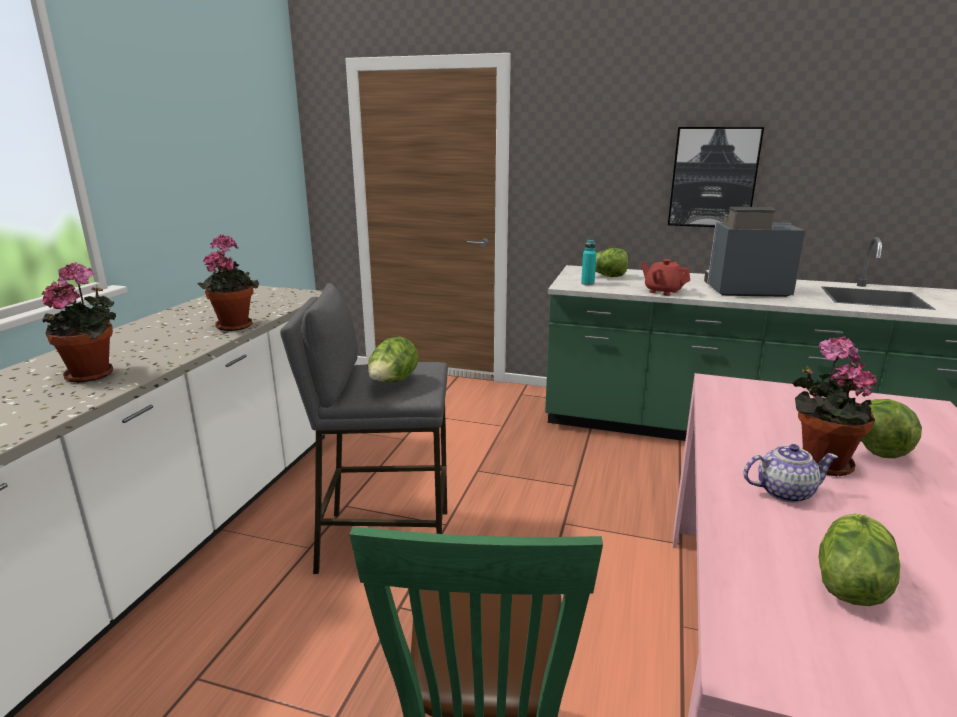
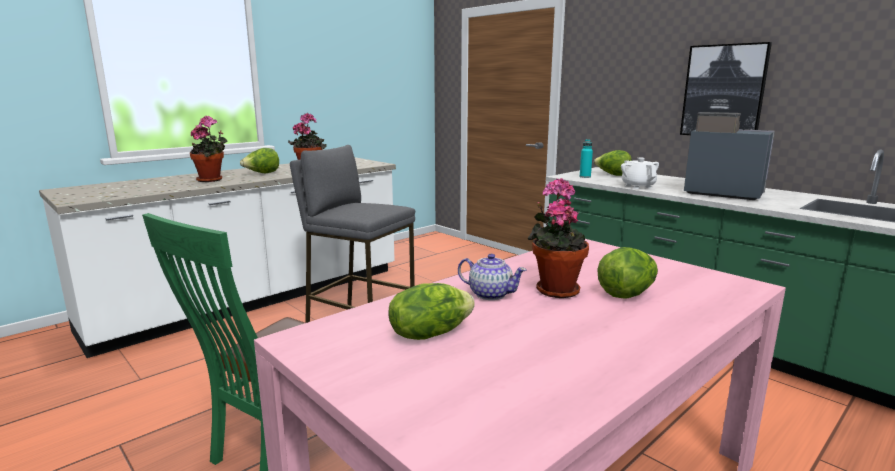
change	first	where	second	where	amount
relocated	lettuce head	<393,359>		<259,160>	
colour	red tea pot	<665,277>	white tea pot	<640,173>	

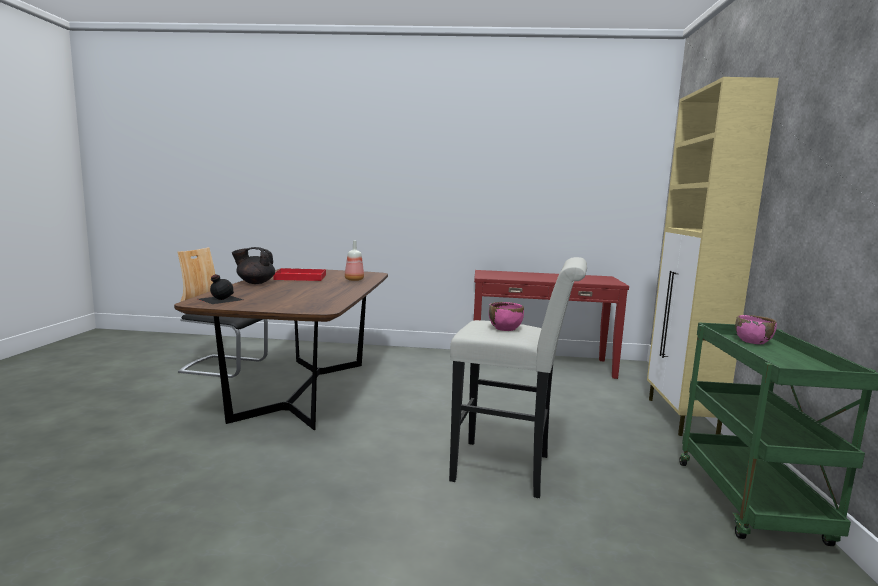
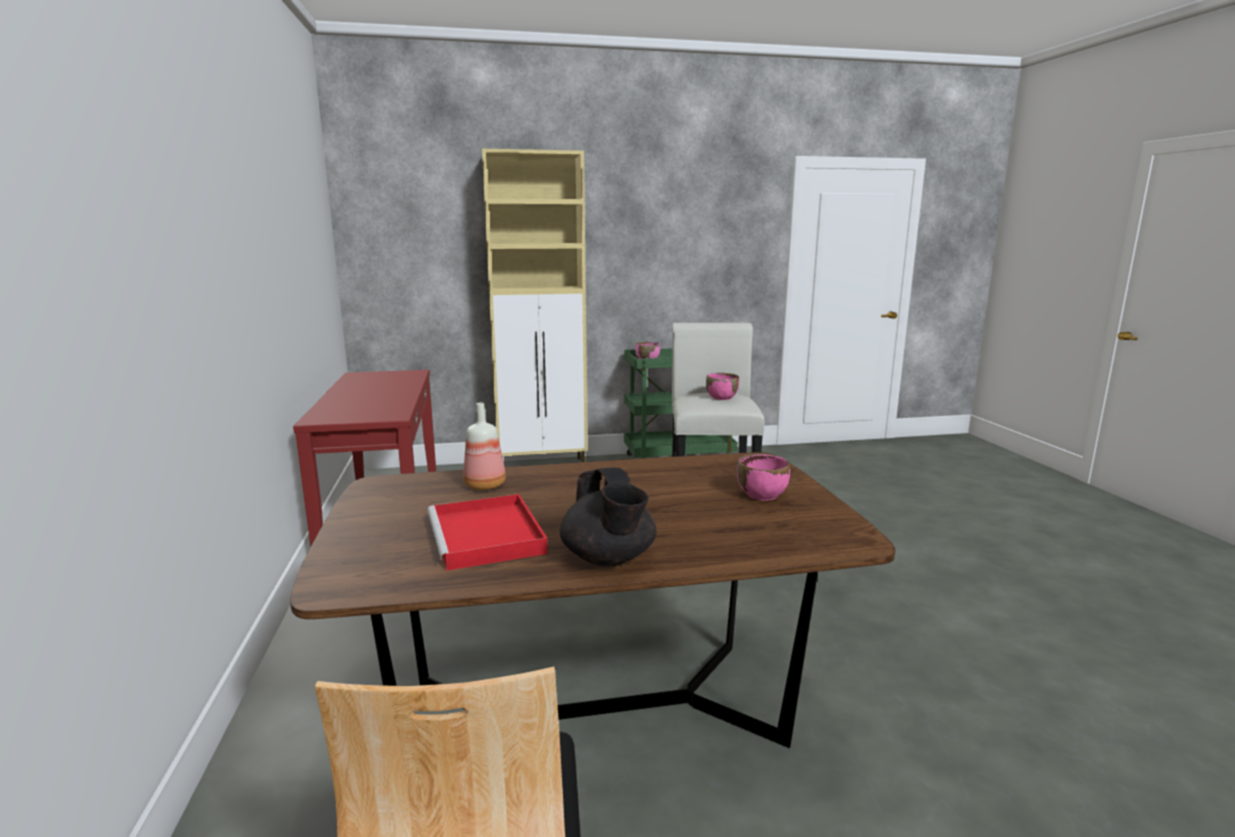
change	first	where	second	where	amount
appeared			pink-coloured bowl	<763,477>	
missing	blackish beverage bottle	<220,289>			

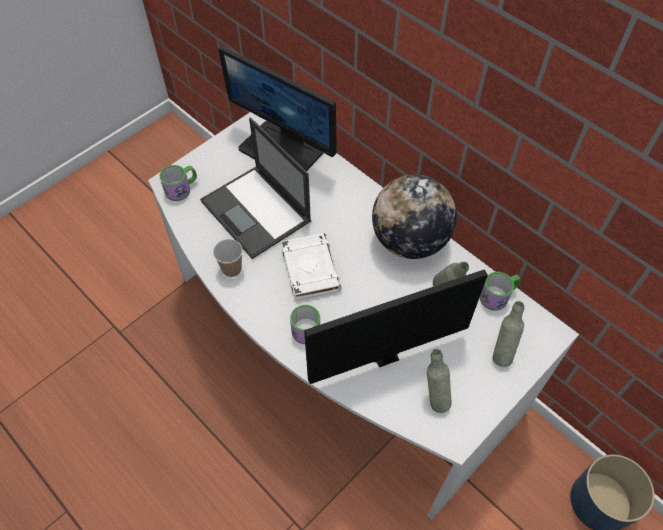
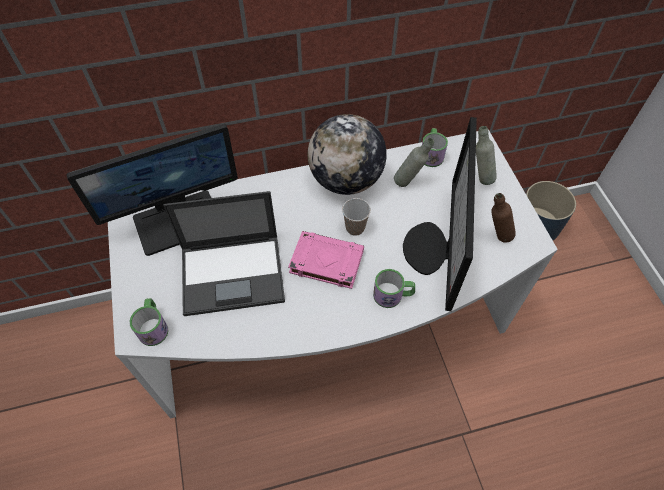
change	first	where	second	where	amount
colour	white book	<311,267>	pink-coloured book	<326,260>	
relocated	small cup	<228,258>		<356,217>	
colour	gray beverage bottle	<439,381>	brownish beverage bottle	<503,218>	

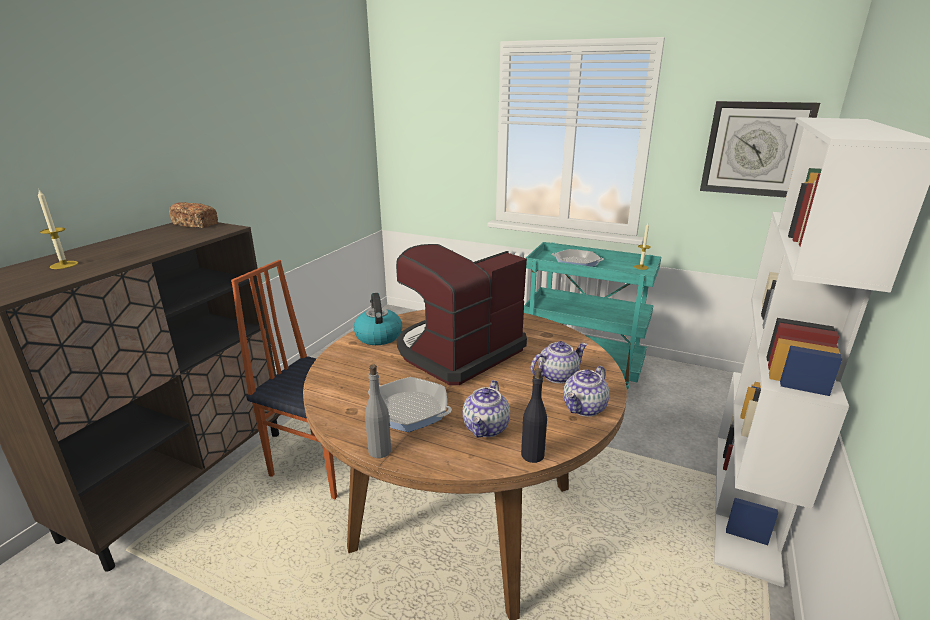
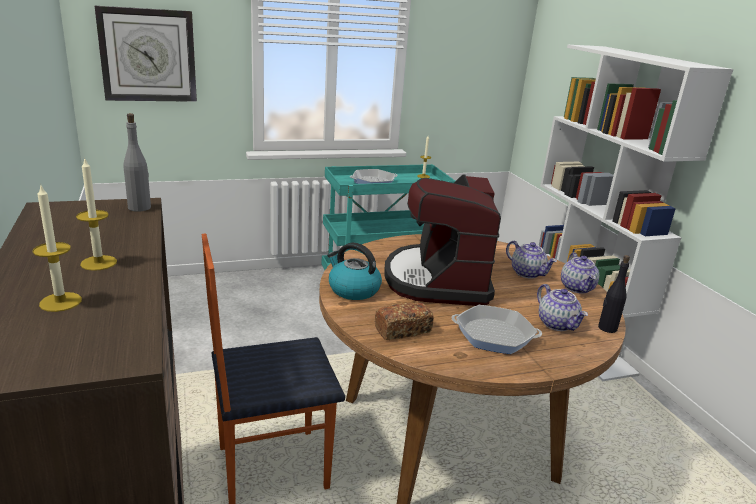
change	first	where	second	where	amount
appeared			candle	<96,215>	
relocated	clock on the wall	<760,149>		<146,54>	
relocated	gray beverage bottle	<378,411>		<137,162>	
relocated	baked bread	<193,215>		<404,321>	
spun	skillet	<410,404>		<497,329>	150 degrees counterclockwise
spun	tea pot	<559,362>		<531,260>	120 degrees clockwise

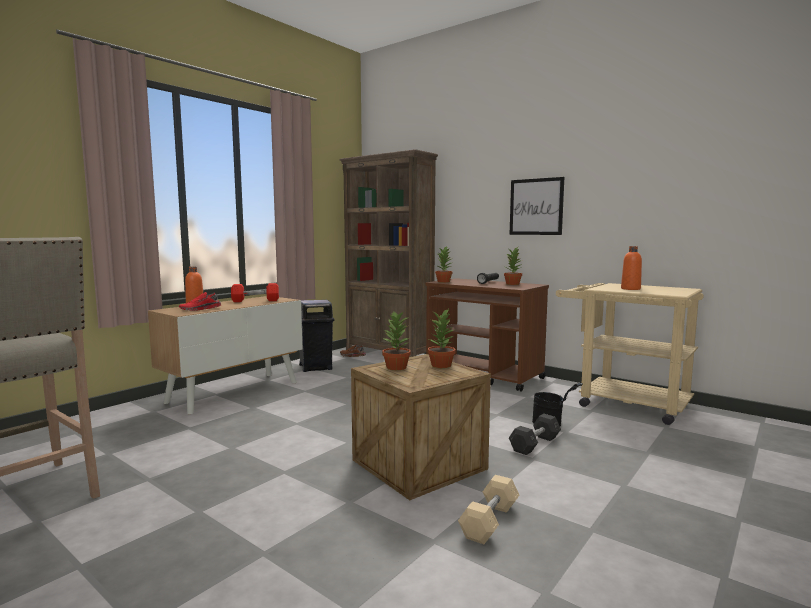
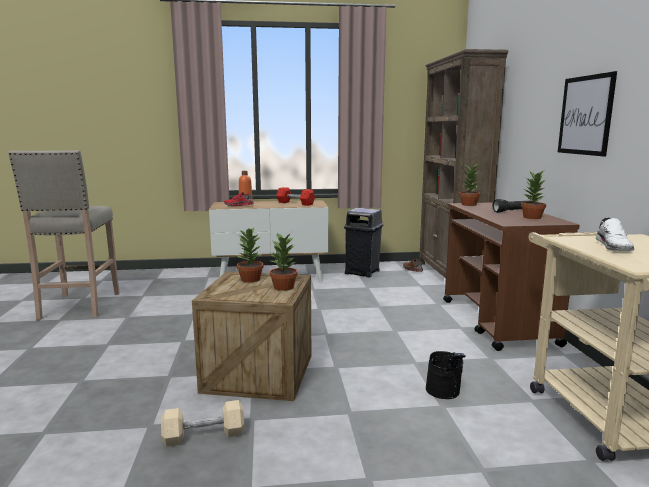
change	first	where	second	where	amount
exchanged	orangey beverage bottle	<631,268>	white low shoe	<615,234>	
missing	gray hand weight	<535,434>			

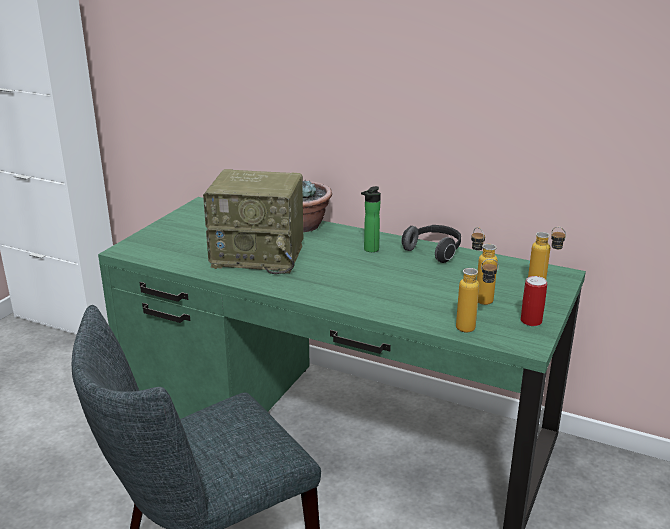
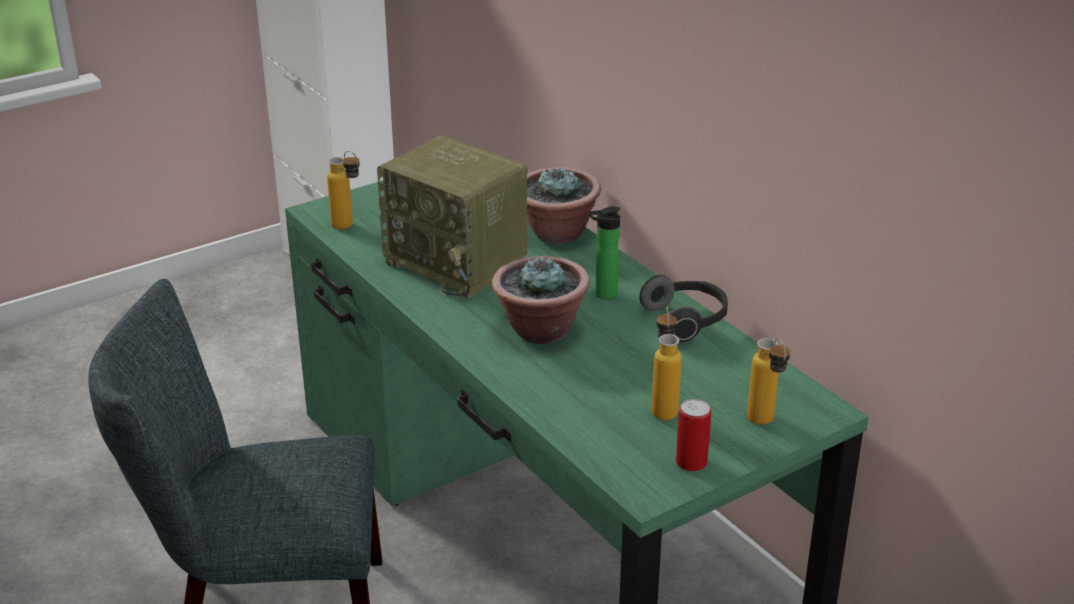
change	first	where	second	where	amount
relocated	beverage bottle	<477,295>		<343,190>	
appeared			plant in a pot	<541,300>	

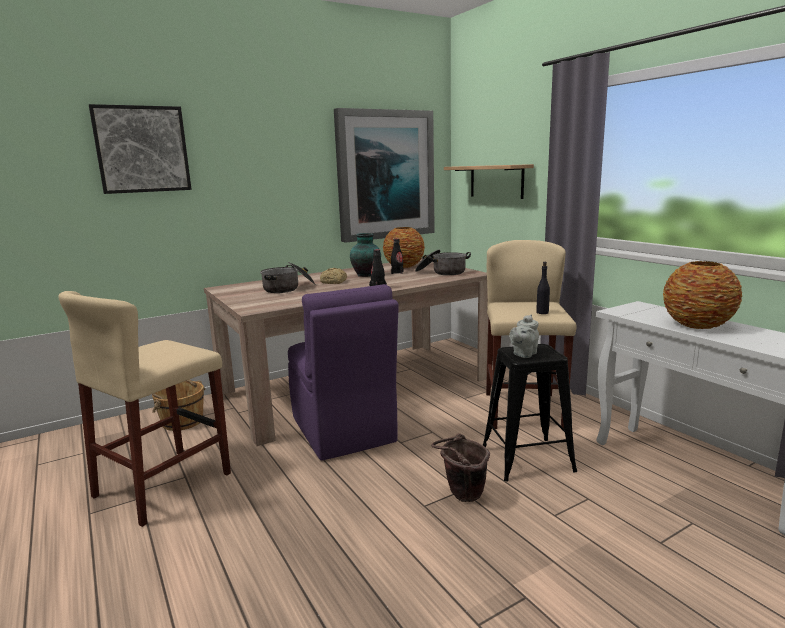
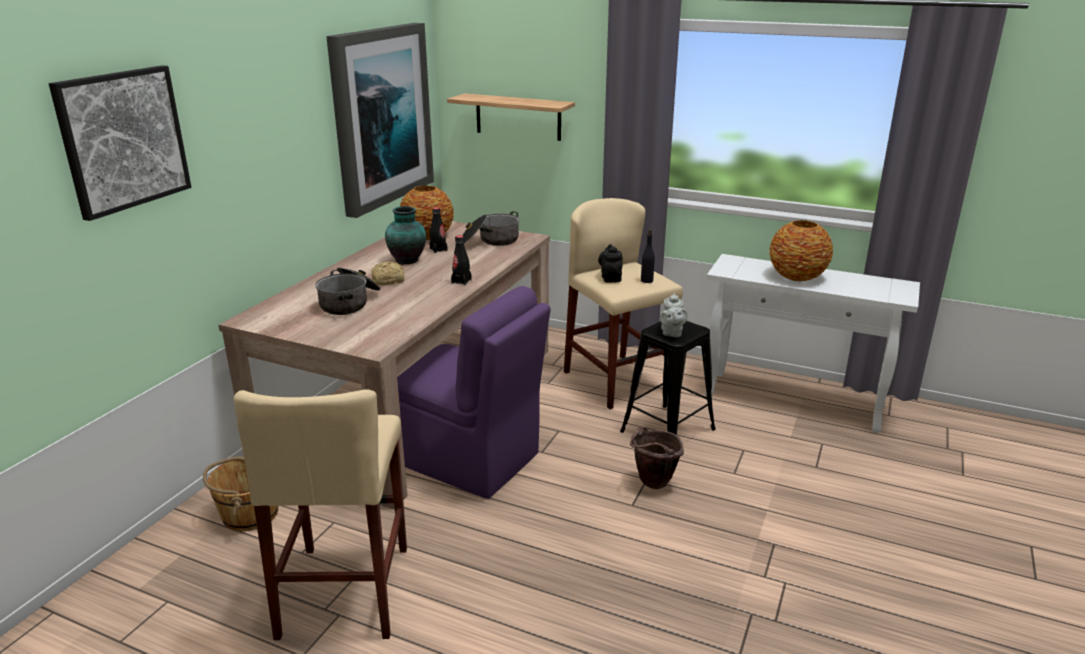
change	first	where	second	where	amount
appeared			blackish tea pot	<610,263>	

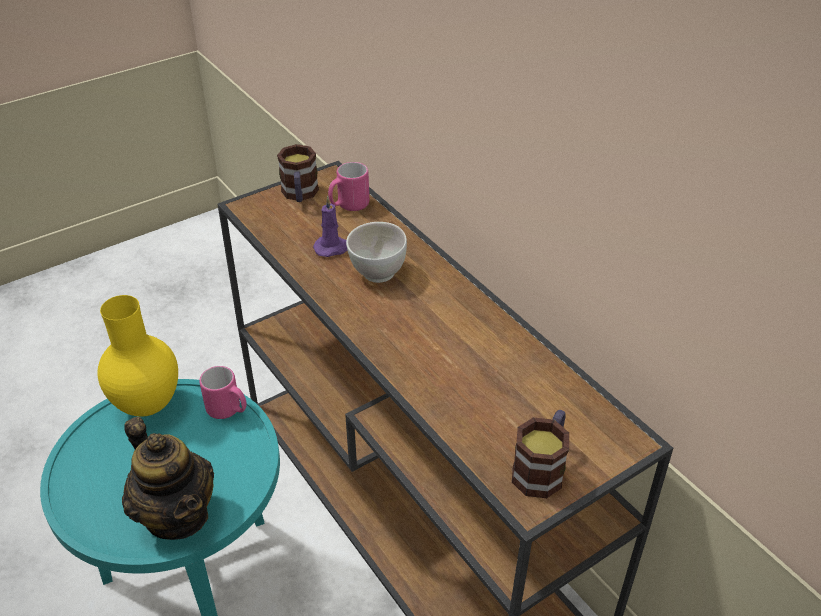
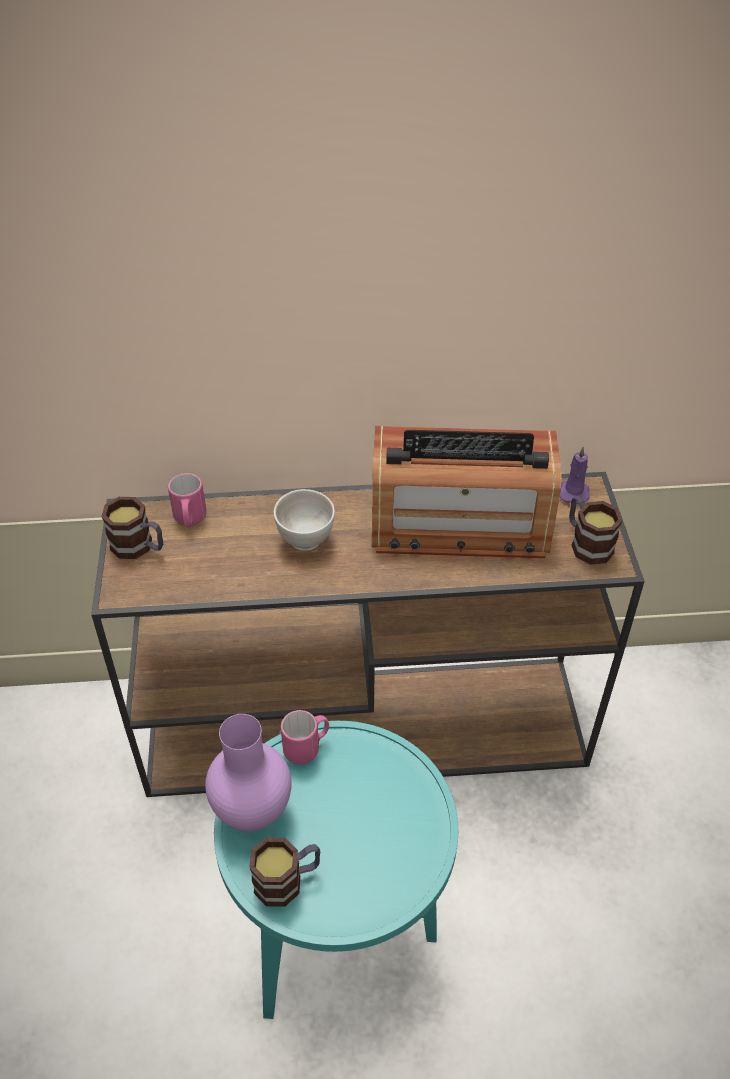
change	first	where	second	where	amount
colour	yellow decorative vase	<137,356>	purplish decorative vase	<248,772>	
appeared			mug	<284,872>	
appeared			radio	<466,492>	
relocated	purplish candle	<330,226>		<575,475>	
missing	tea pot	<168,478>			

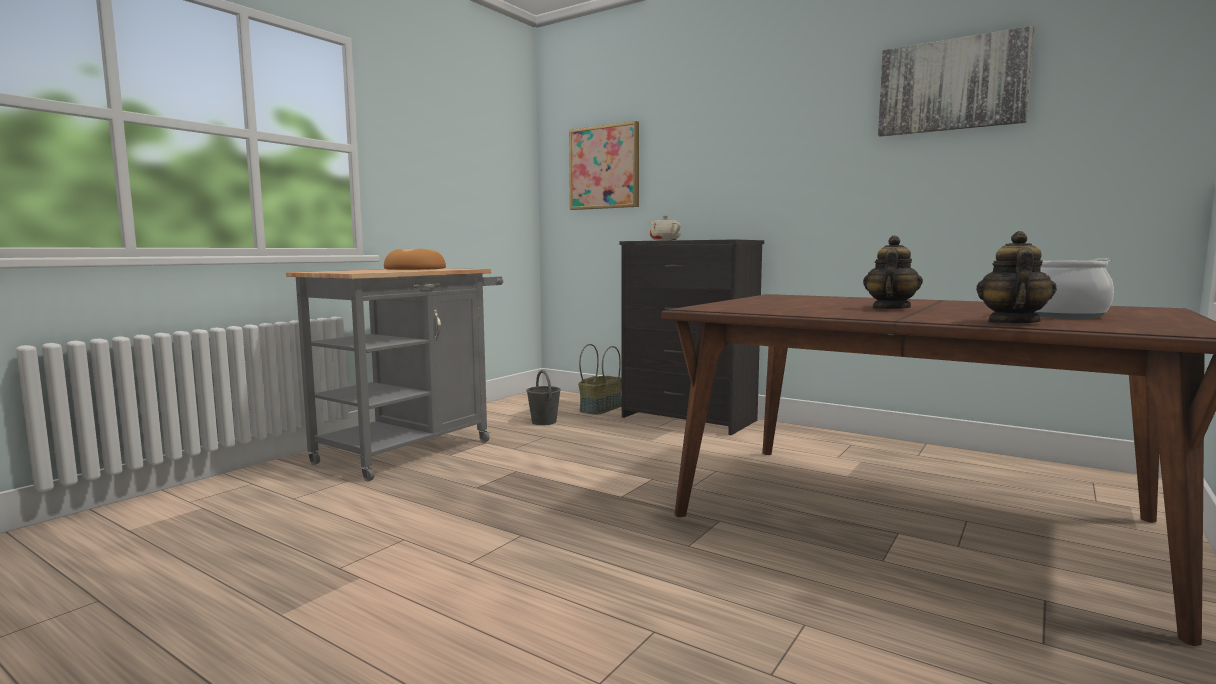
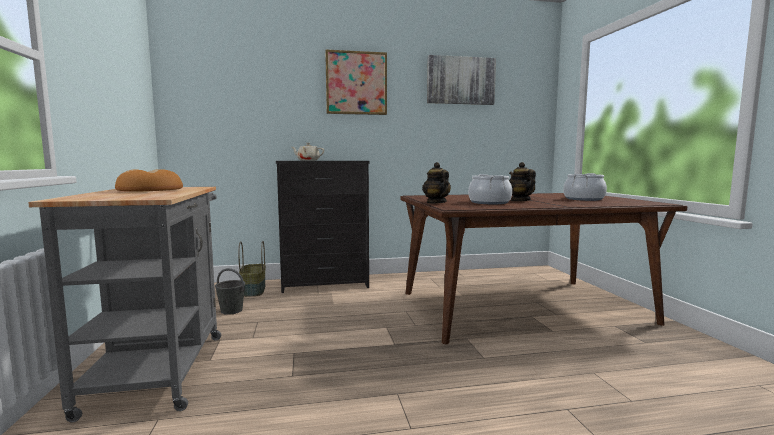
change	first	where	second	where	amount
relocated	picture	<604,165>		<356,82>	
relocated	tea pot	<1016,277>		<436,183>	
appeared			cooking pot	<490,189>	

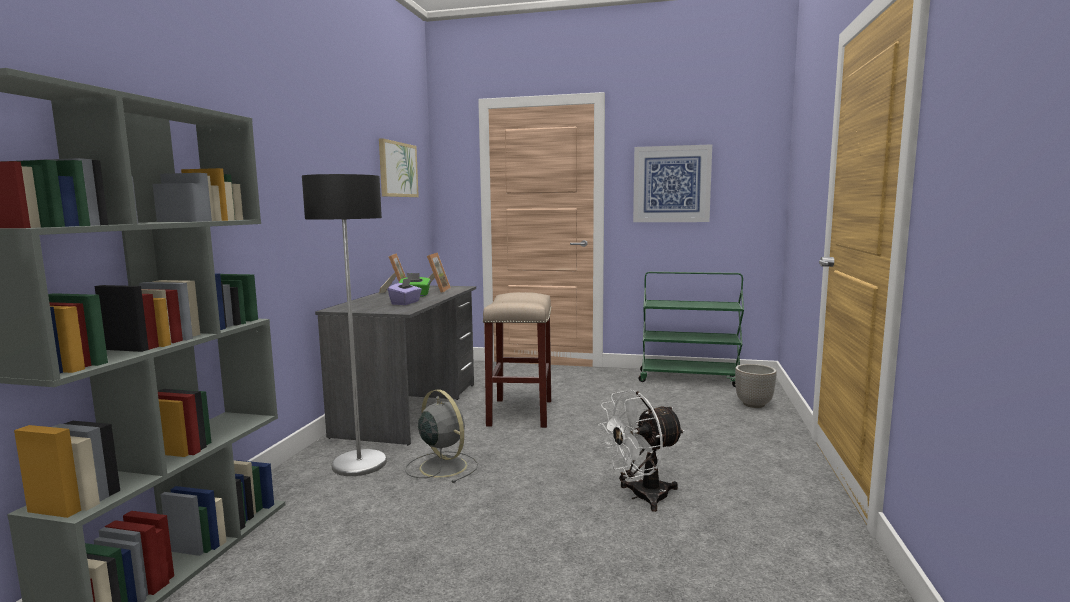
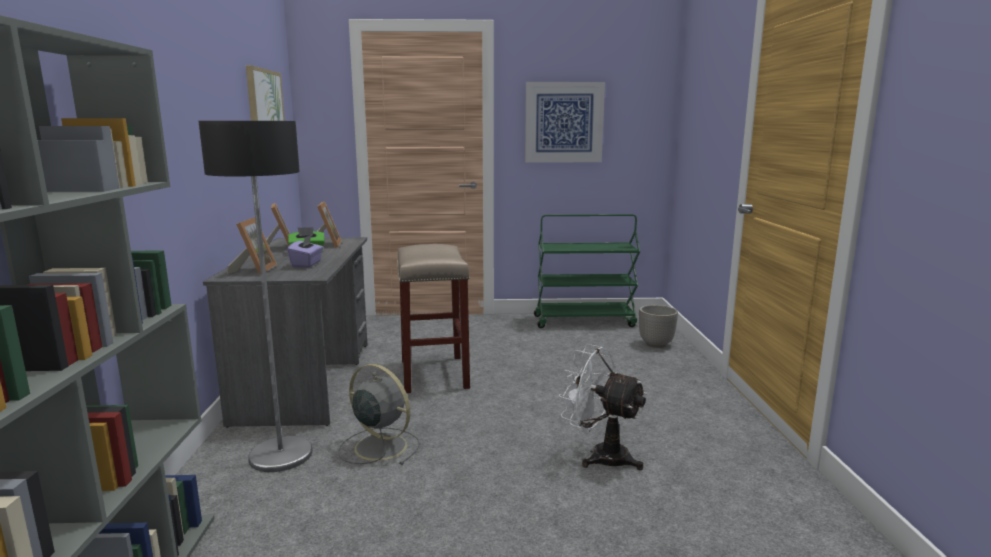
change	first	where	second	where	amount
appeared			standing frame	<252,246>	
spun	white fan	<641,451>		<603,407>	75 degrees clockwise

